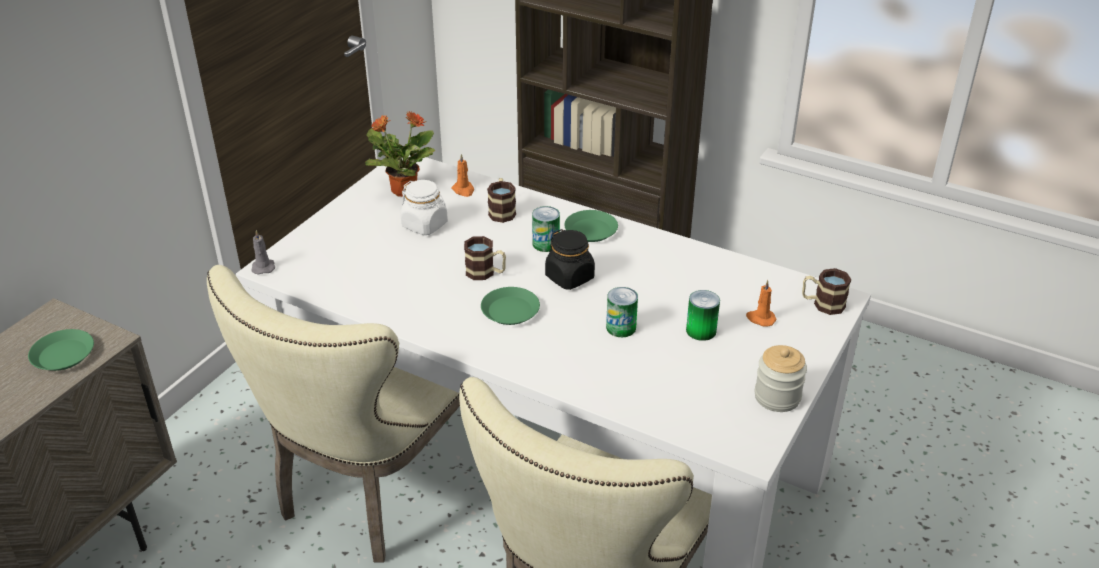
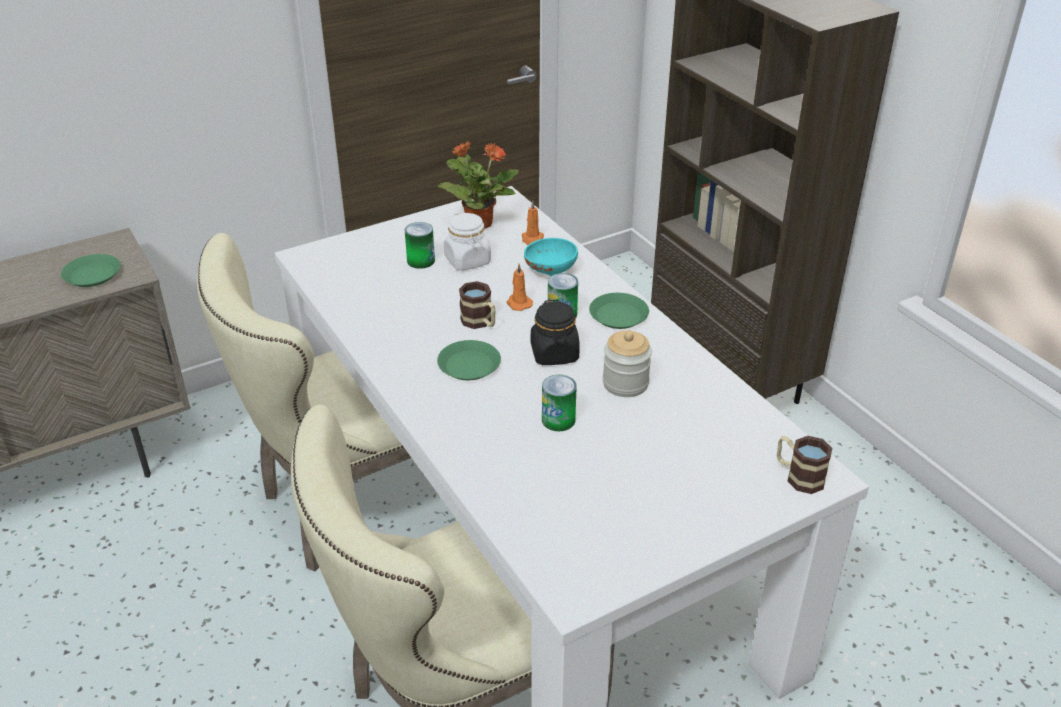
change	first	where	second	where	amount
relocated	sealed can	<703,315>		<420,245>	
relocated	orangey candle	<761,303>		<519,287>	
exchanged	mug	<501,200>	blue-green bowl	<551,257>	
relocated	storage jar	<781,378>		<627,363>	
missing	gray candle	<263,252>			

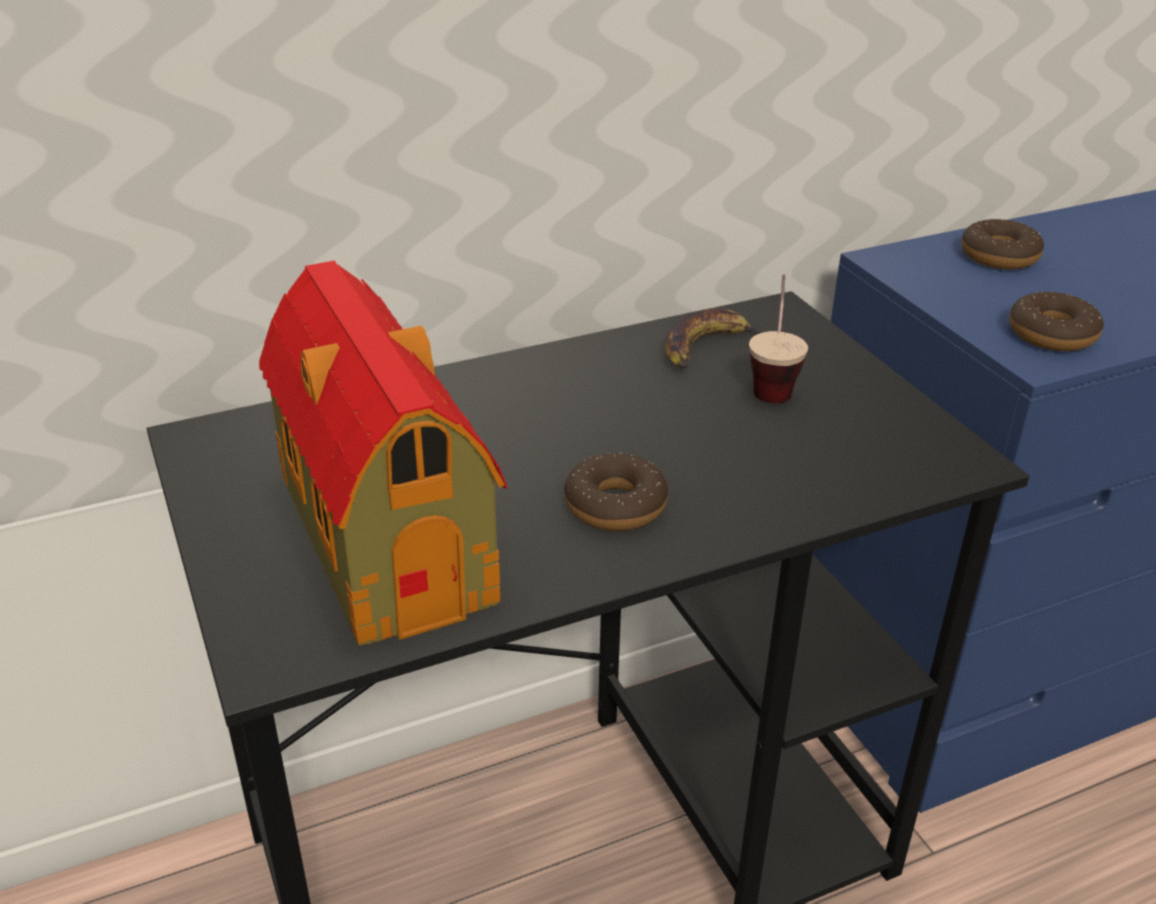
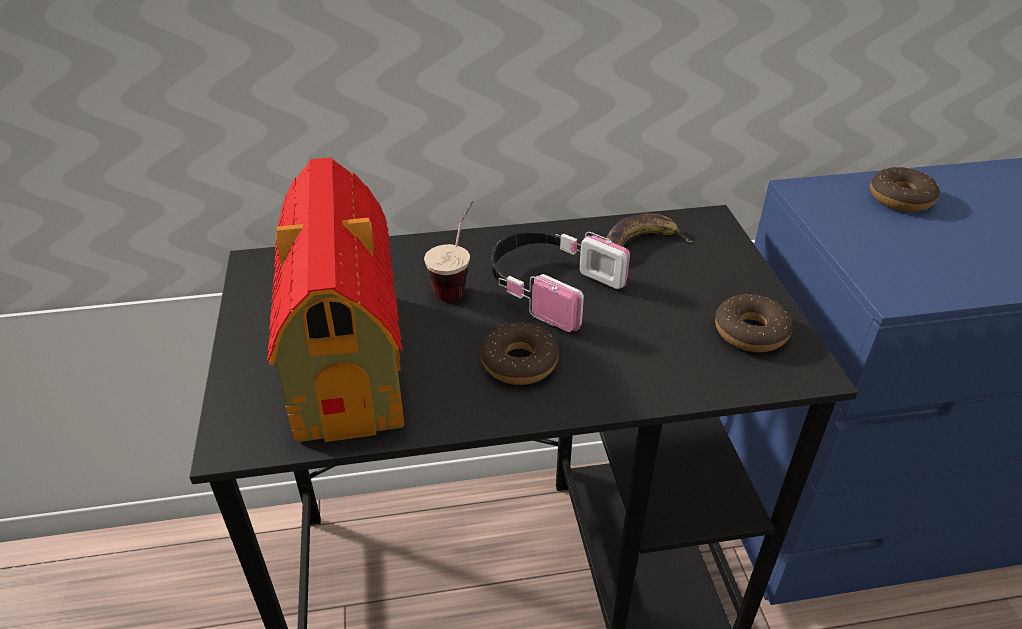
change	first	where	second	where	amount
relocated	small cup	<778,338>		<448,251>	
appeared			headphones	<561,281>	
relocated	donut	<1056,321>		<754,323>	

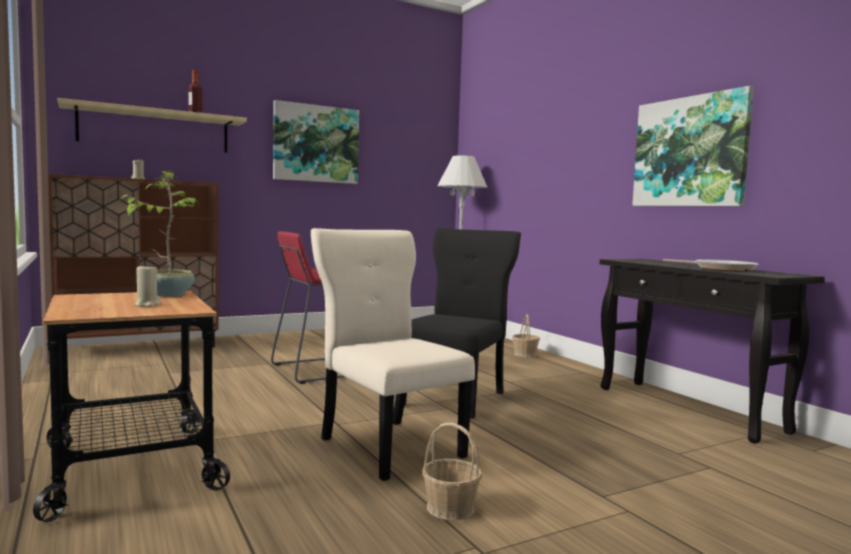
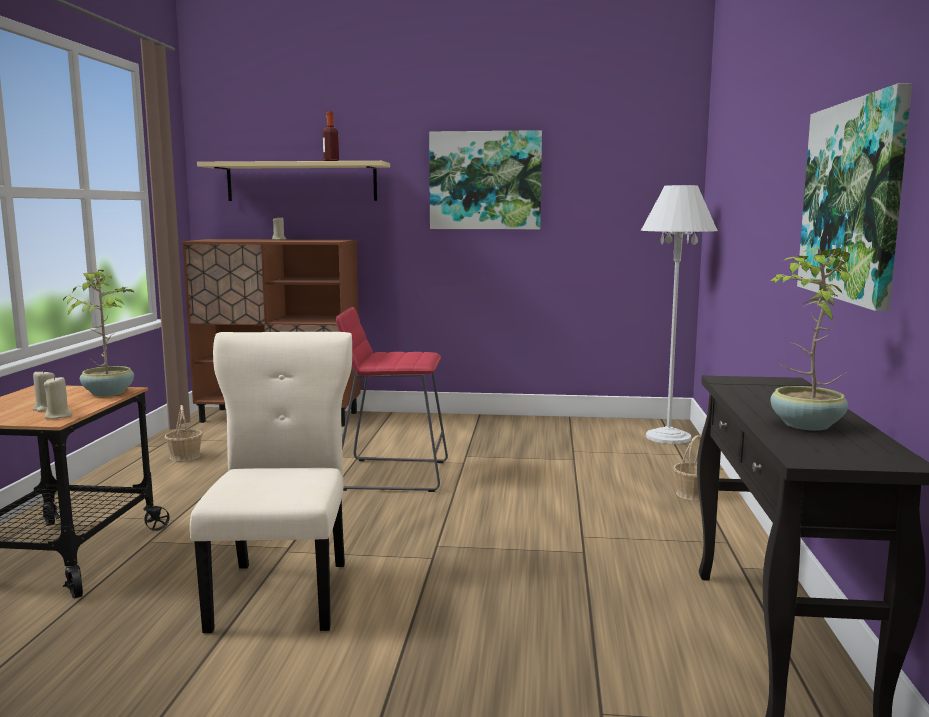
change	first	where	second	where	amount
appeared			sand-coloured candle	<58,397>	
relocated	household basket	<452,471>		<183,433>	
exchanged	skillet	<710,265>	plant in a pot	<810,339>	
missing	blackish plain chair	<462,323>			

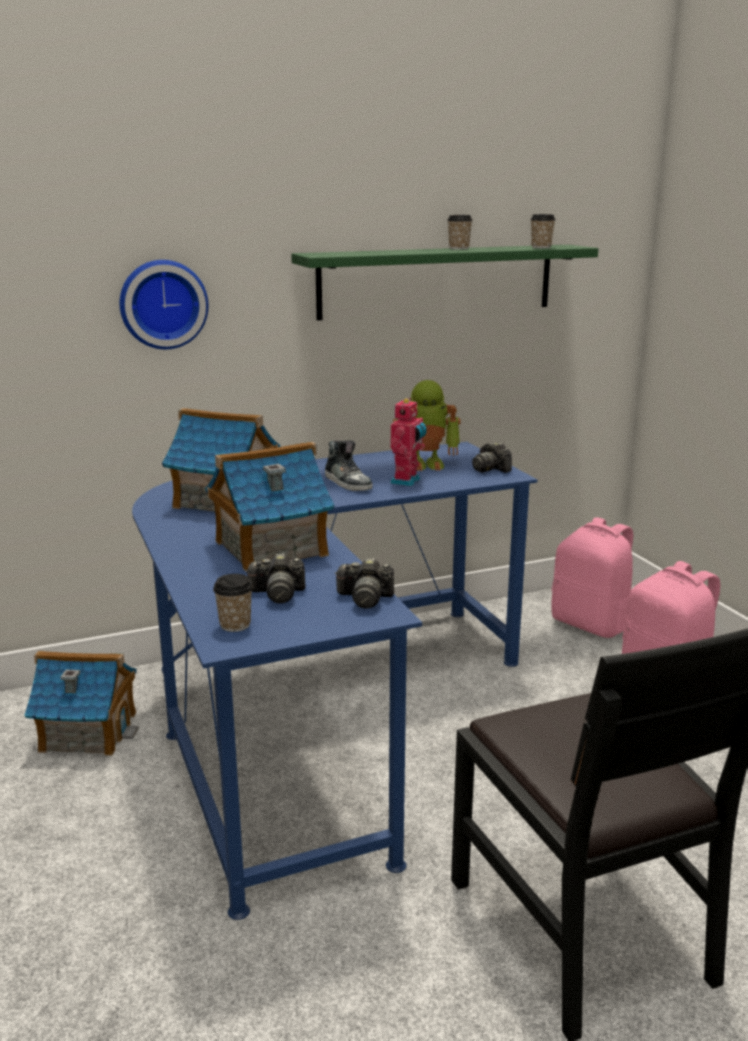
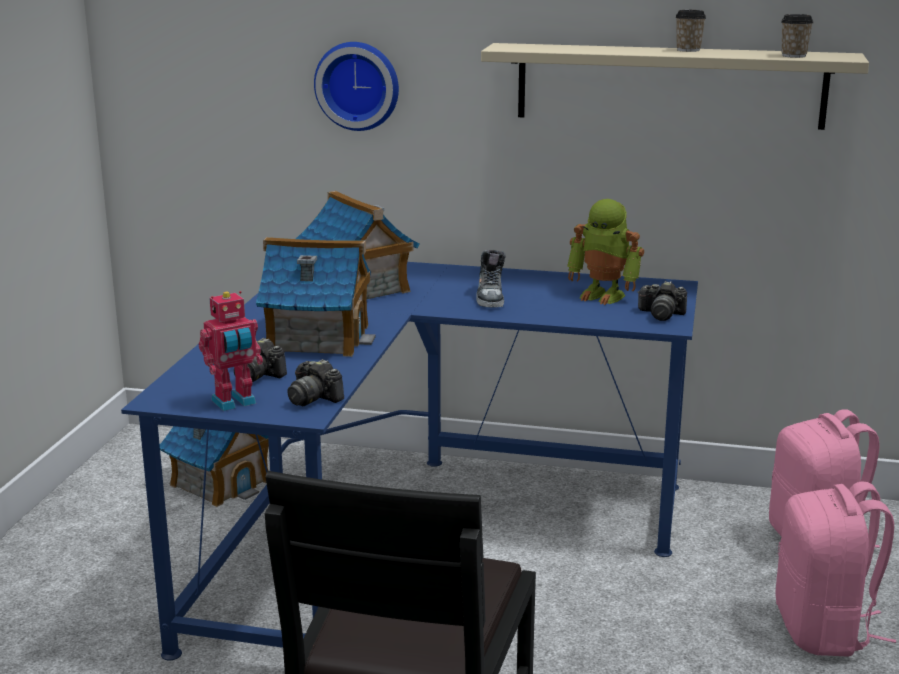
change	first	where	second	where	amount
relocated	model robot	<408,442>		<231,351>	
colour	greenish bracket shelf	<444,282>	sand-coloured bracket shelf	<675,86>	
spun	photo camera	<492,457>		<662,301>	75 degrees counterclockwise
missing	small cup	<233,603>			

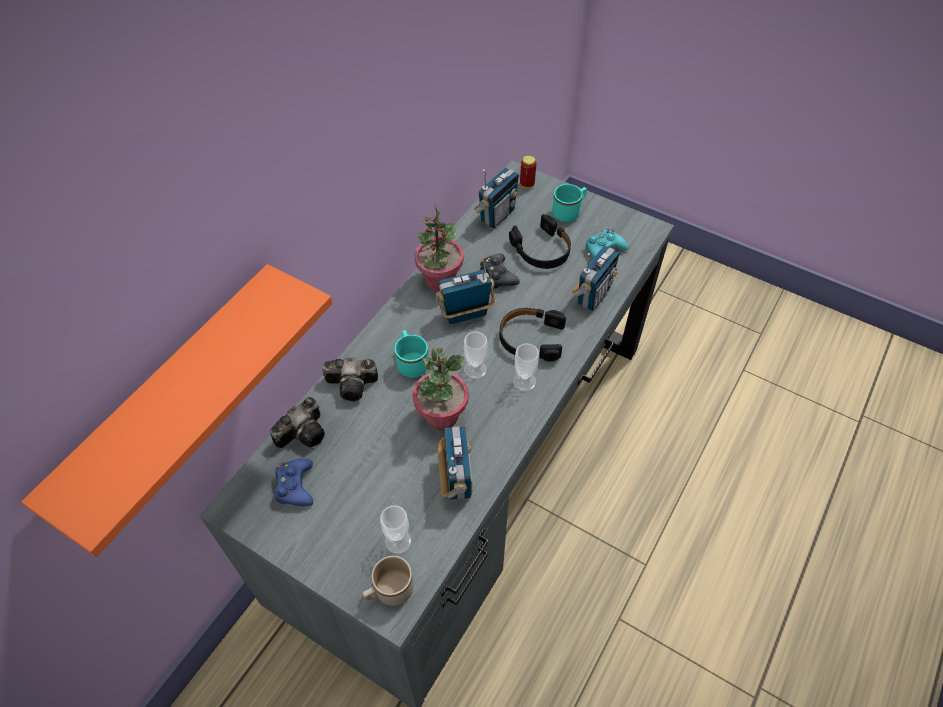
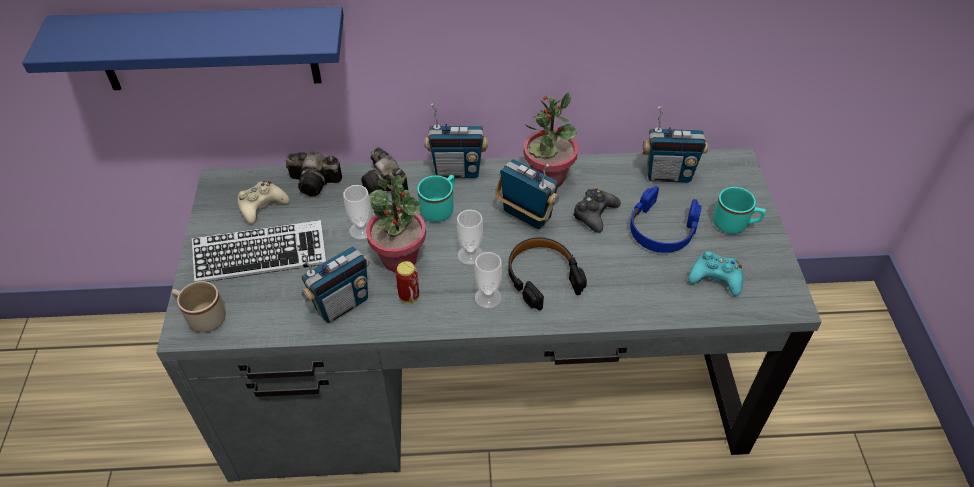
change	first	where	second	where	amount
colour	orangey bracket shelf	<176,410>	blue bracket shelf	<183,48>	
appeared			keyboard	<258,251>	
colour	blue gamepad	<294,482>	sand-coloured gamepad	<263,202>	
relocated	small cup	<396,529>		<357,212>	
relocated	sealed can	<528,172>		<407,282>	
relocated	radio	<595,278>		<456,140>	
colour	blackish headphones	<540,241>	blue headphones	<666,219>	

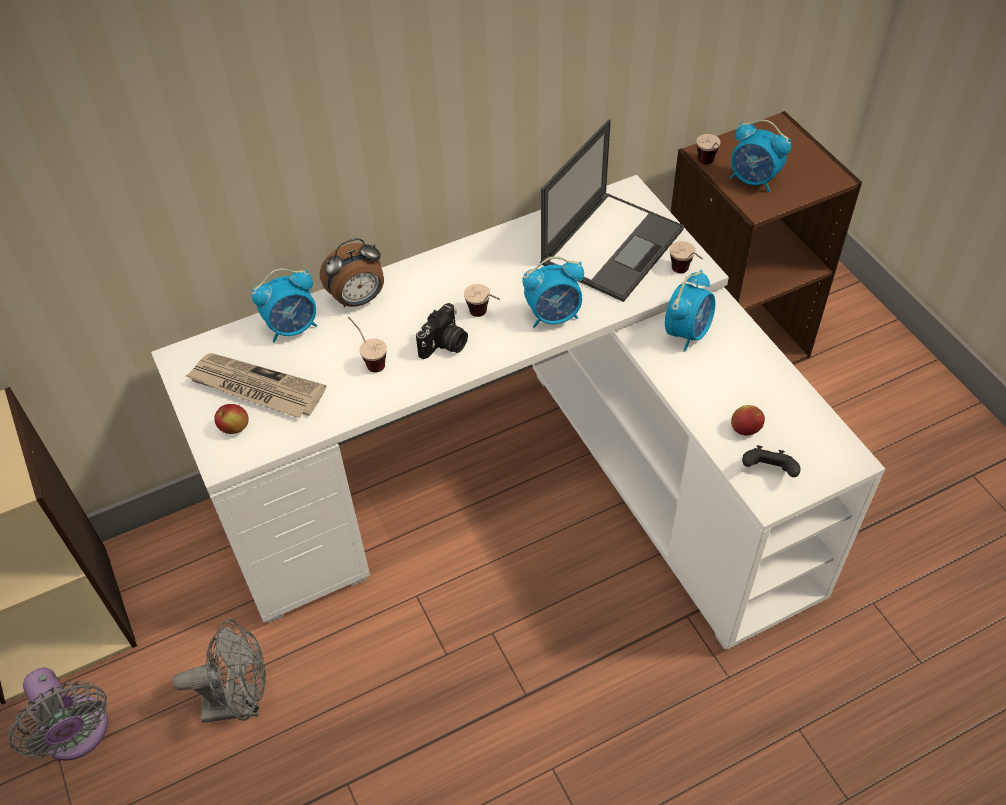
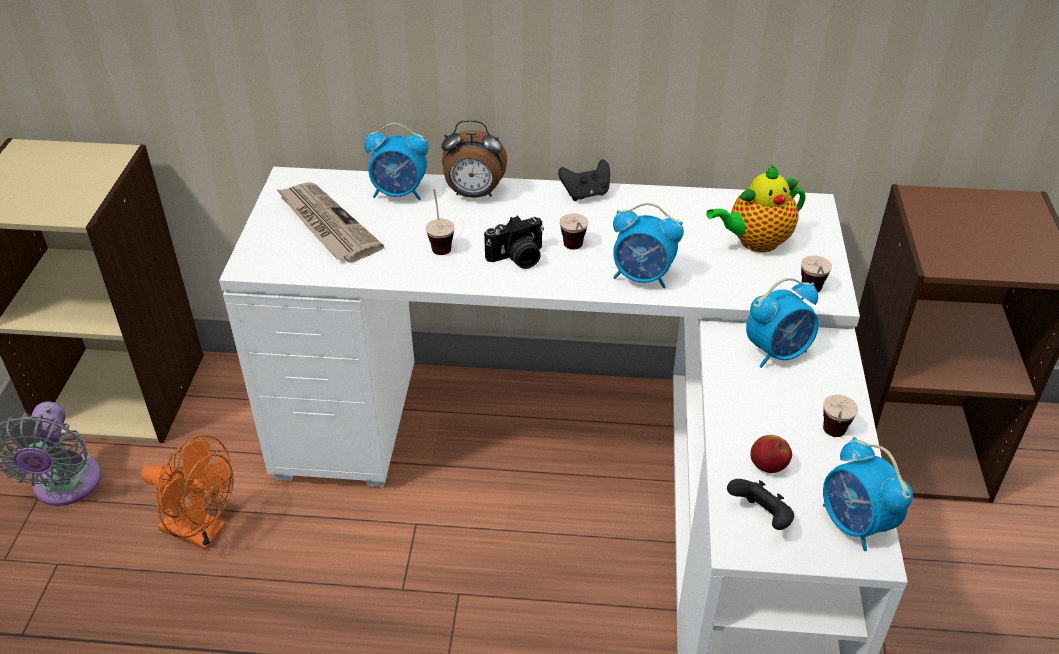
change	first	where	second	where	amount
colour	gray fan	<219,671>	orangey fan	<187,492>	
appeared			blackish gamepad	<584,180>	
exchanged	laptop	<612,210>	tea pot	<755,208>	
relocated	small cup	<709,149>		<840,416>	
relocated	table clock	<760,156>		<868,494>	
missing	apple fruit	<231,419>			

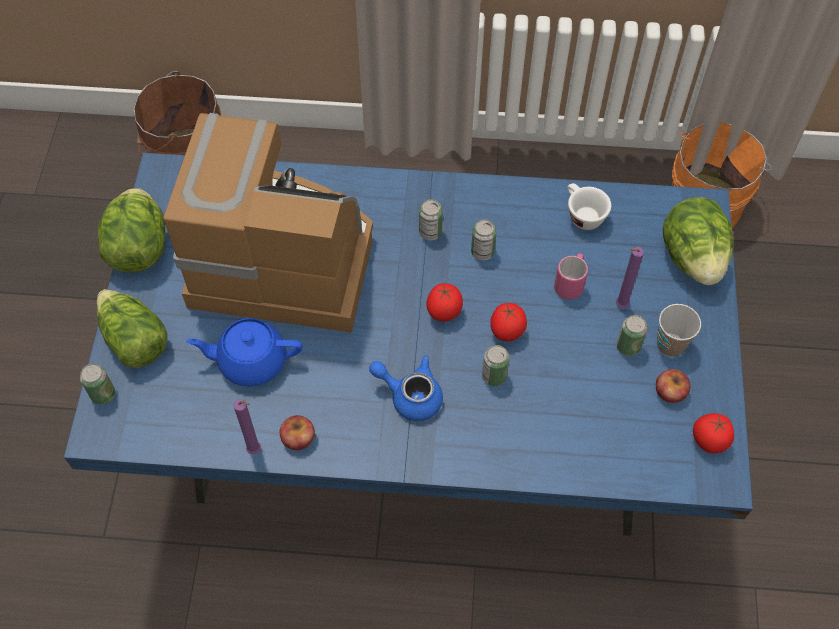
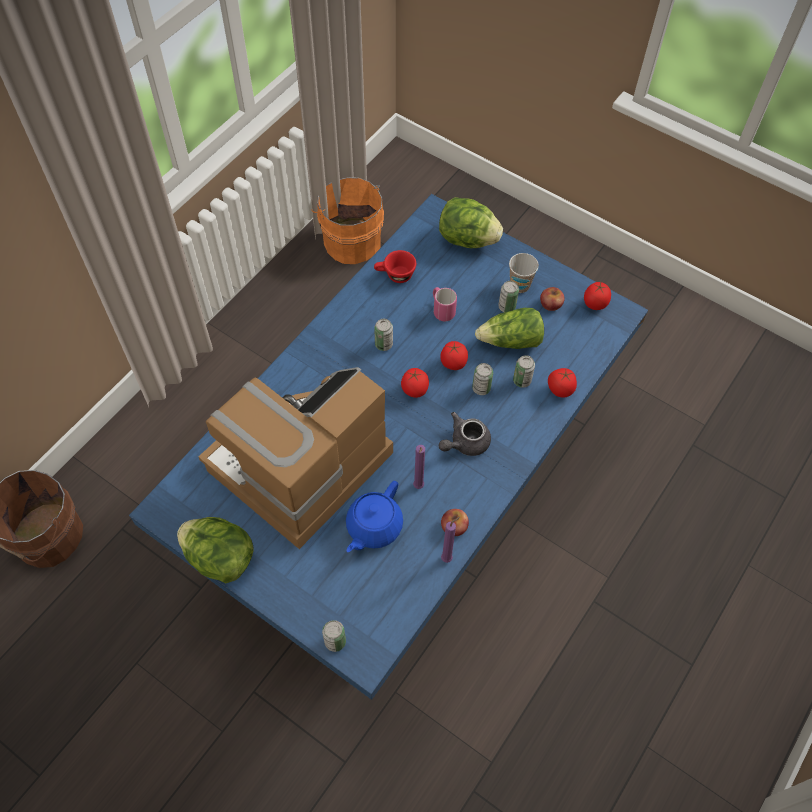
change	first	where	second	where	amount
colour	white small cup	<589,206>	red small cup	<395,266>	
relocated	purplish candle	<630,277>		<419,467>	
colour	blue tea pot	<406,388>	gray tea pot	<465,434>	
relocated	lettuce head	<132,328>		<509,328>	
relocated	sealed can	<431,220>		<524,371>	
appeared			fresh tomato	<562,383>	

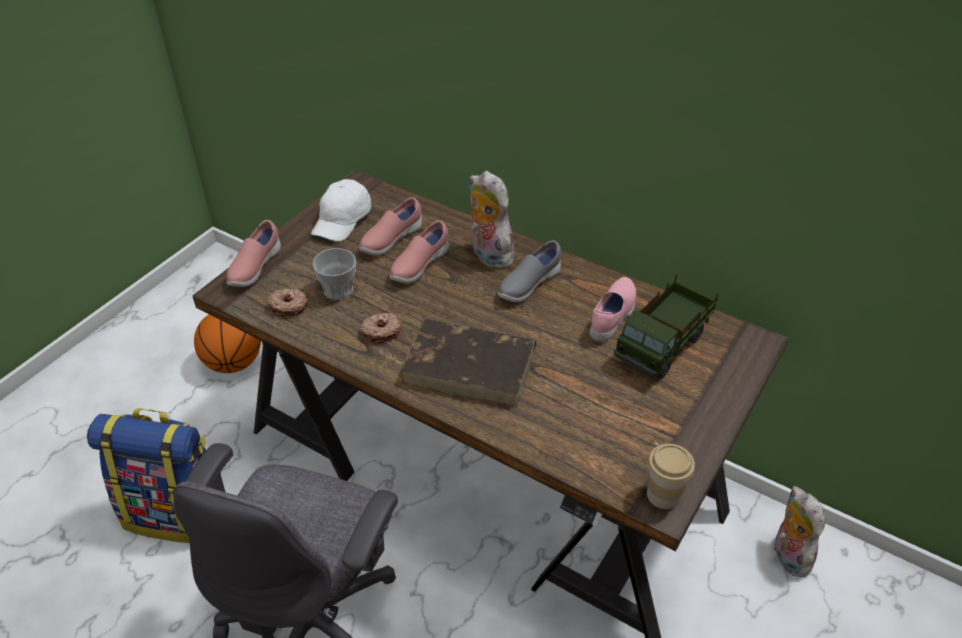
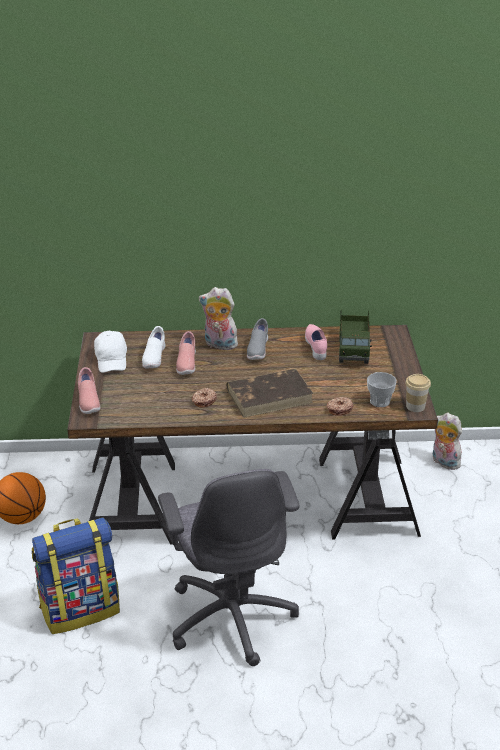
change	first	where	second	where	amount
colour	pink-coloured low shoe	<390,226>	white low shoe	<154,347>	
relocated	donut	<287,302>		<339,406>	
relocated	small cup	<334,274>		<382,389>	

